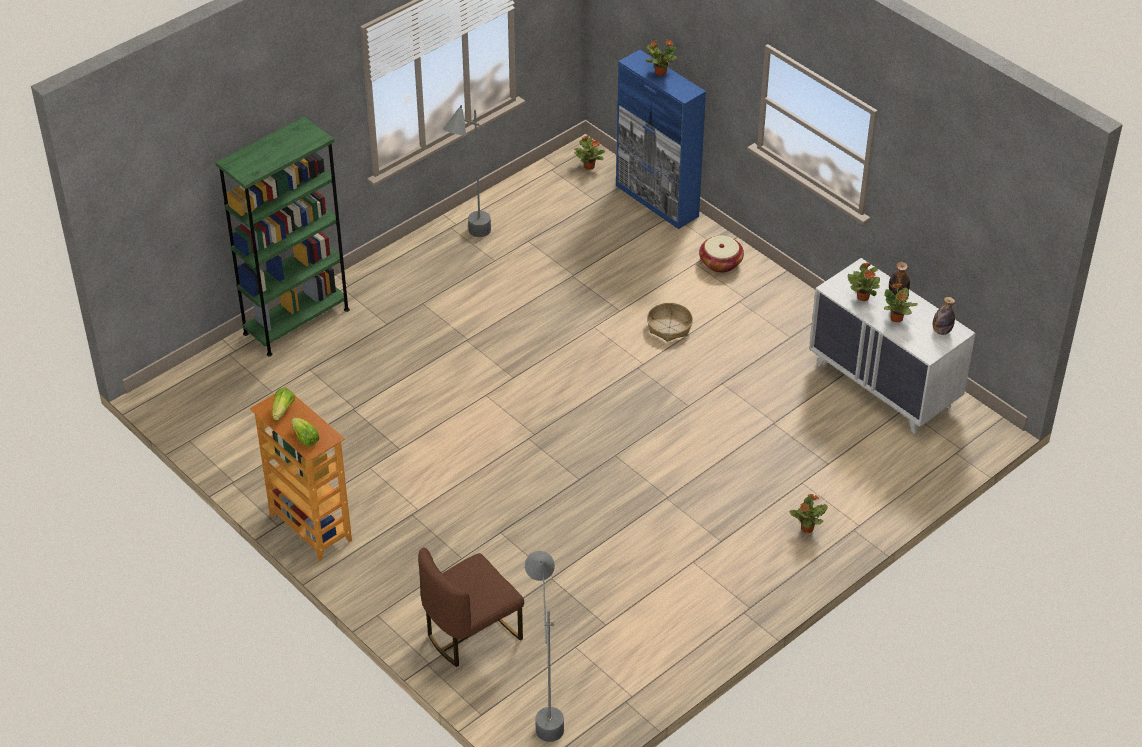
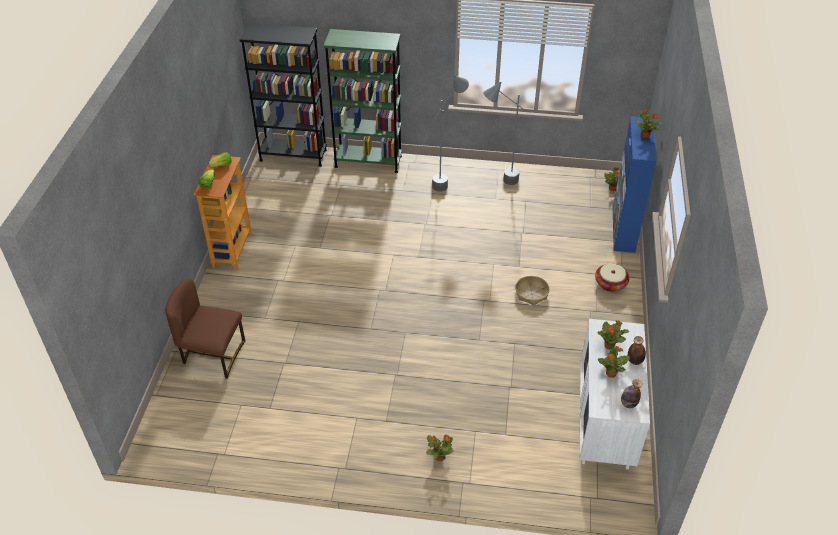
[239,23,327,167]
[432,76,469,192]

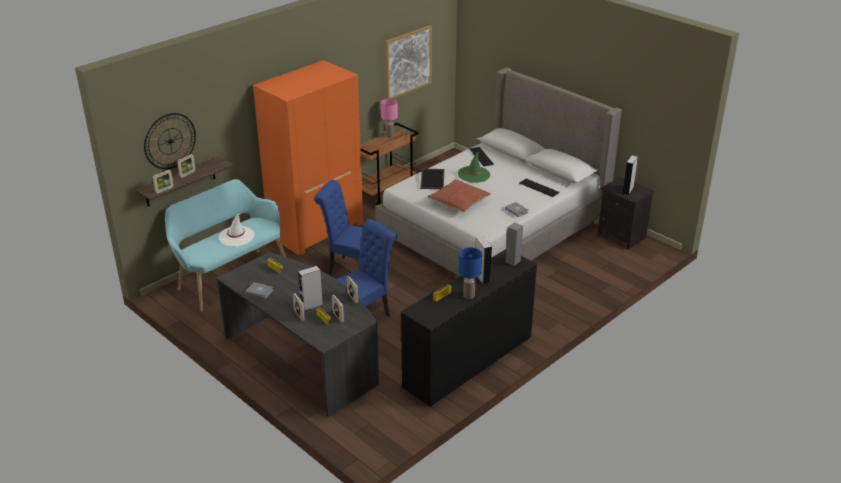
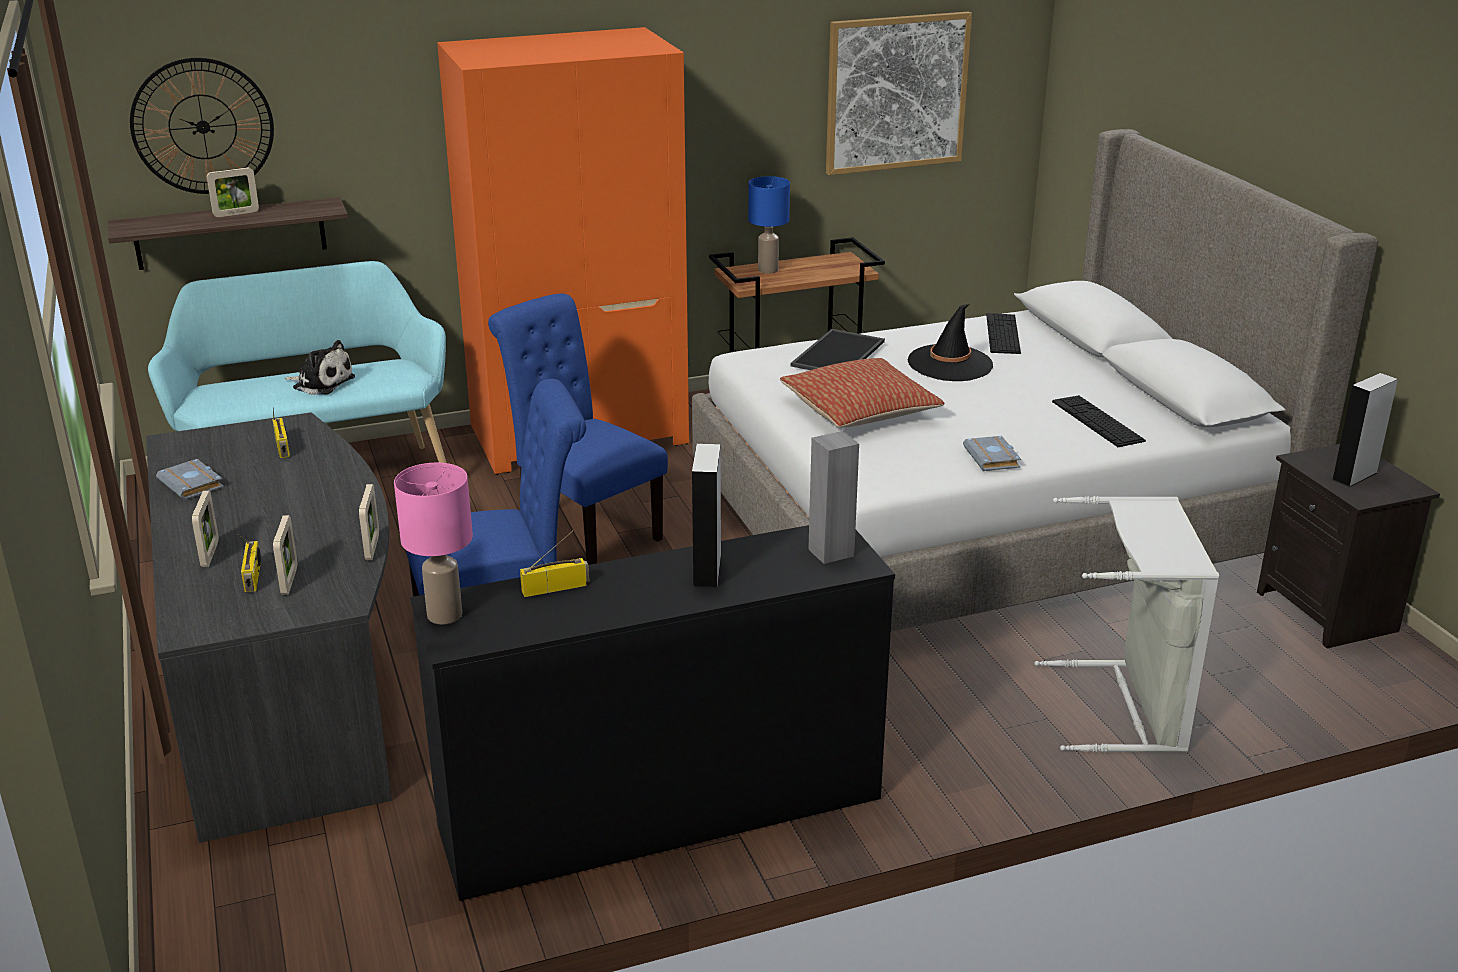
[153,170,174,194] (first image)
[298,266,323,311] (first image)
[1034,496,1219,753]
[394,463,473,624]
[748,176,790,274]
[284,340,355,395]
[908,303,993,381]

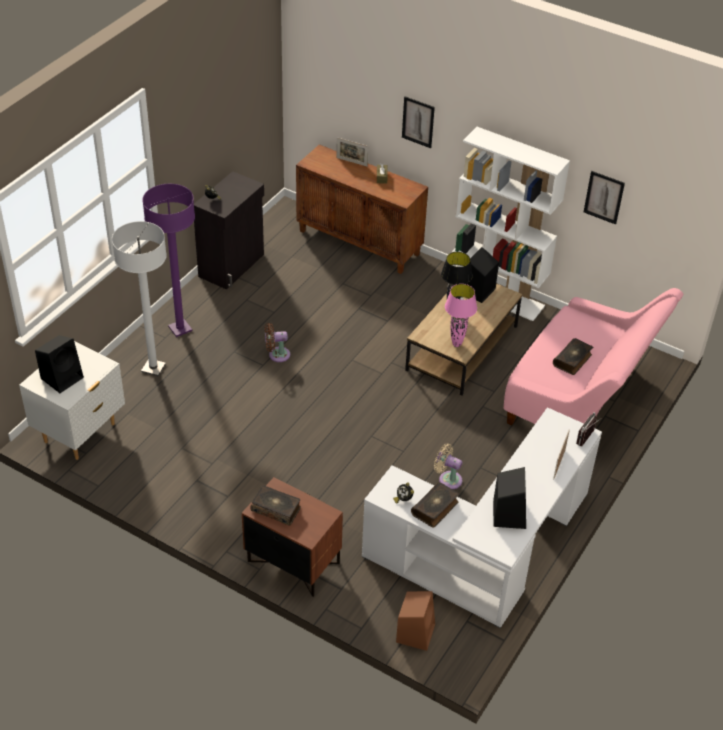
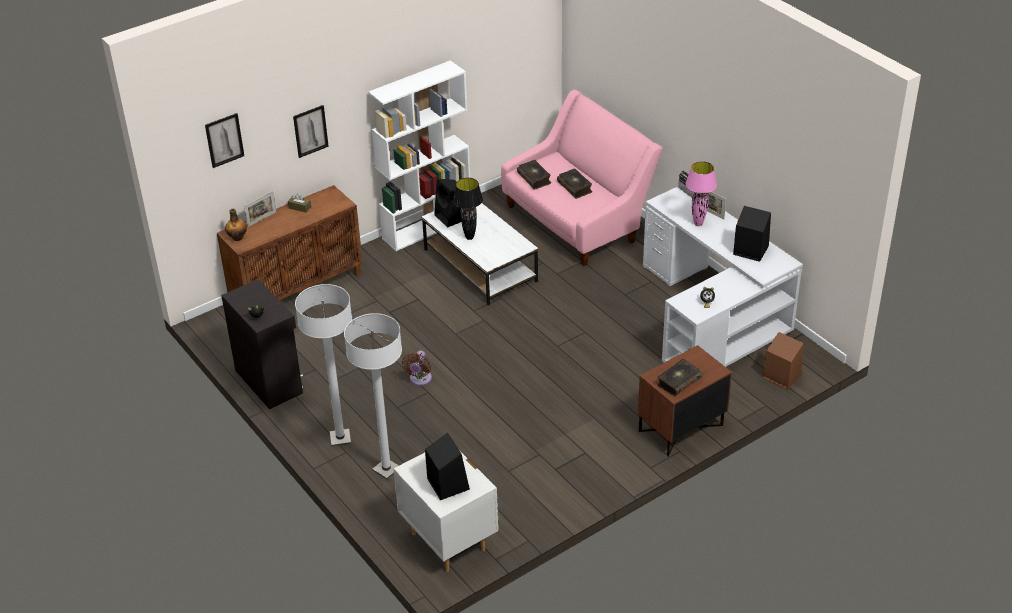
[434,444,462,489] (first image)
[225,209,247,241]
[517,160,551,190]
[686,161,717,226]
[205,113,244,168]
[295,284,352,446]
[422,203,538,305]

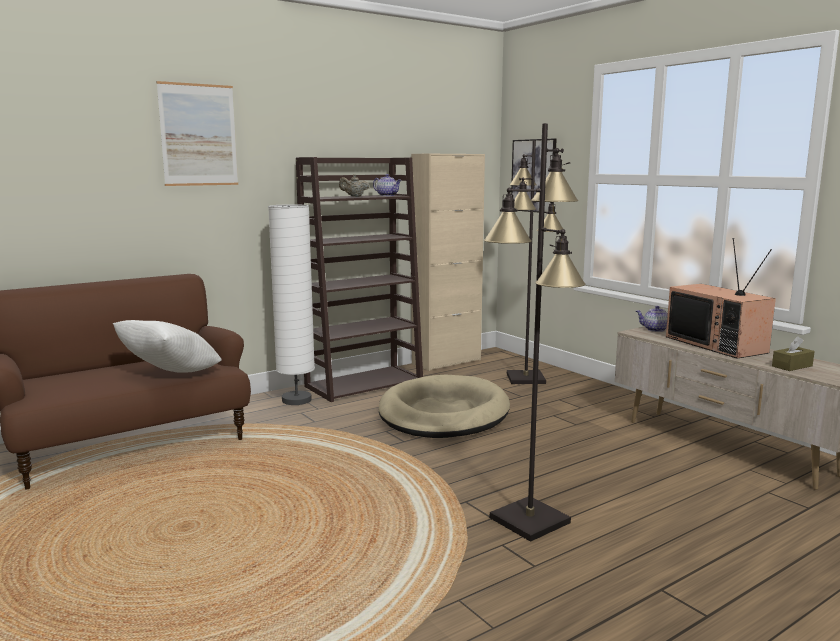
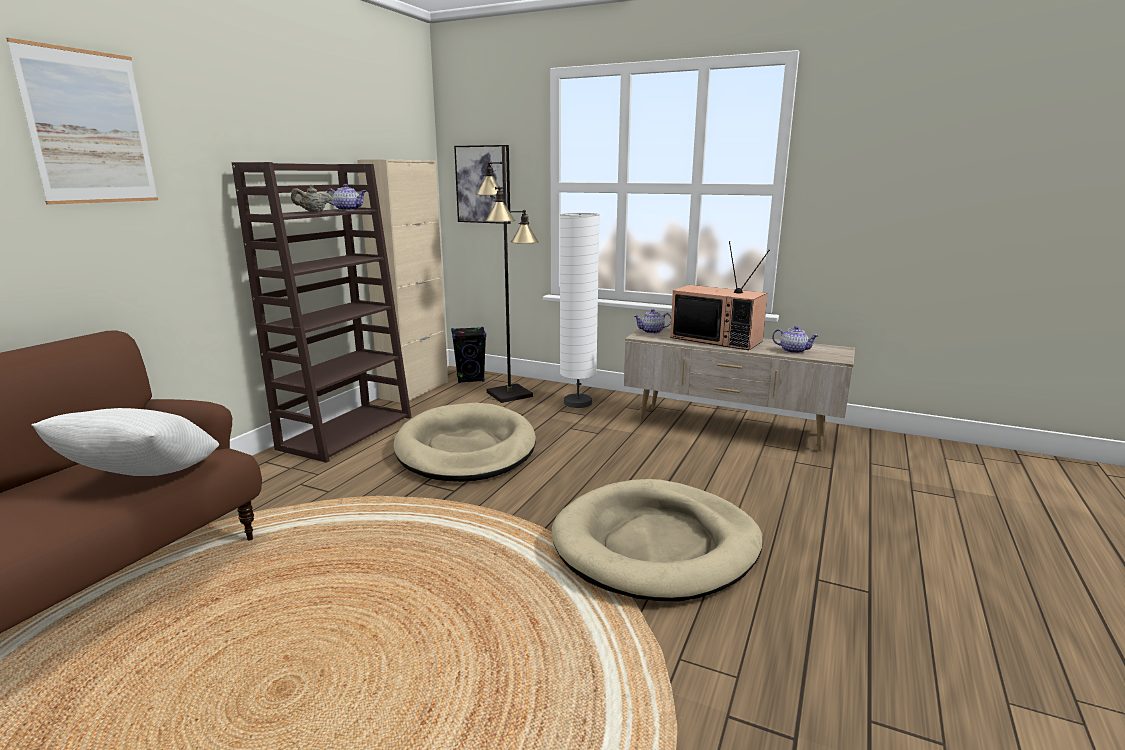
[451,327,486,383]
[560,213,600,408]
[551,479,763,602]
[772,326,819,354]

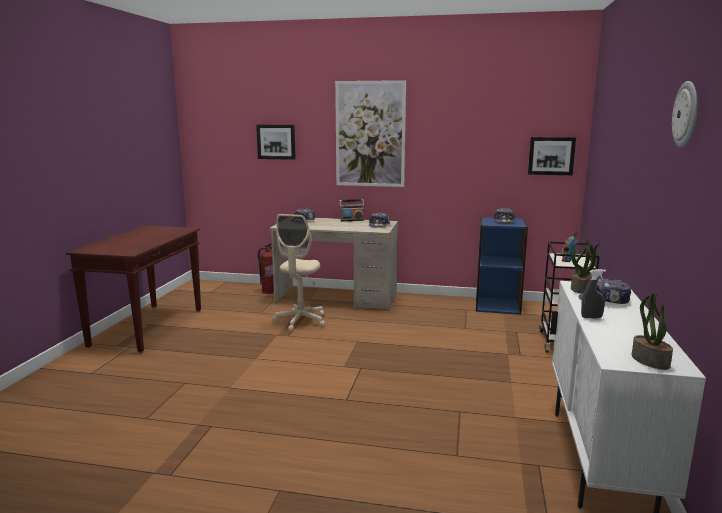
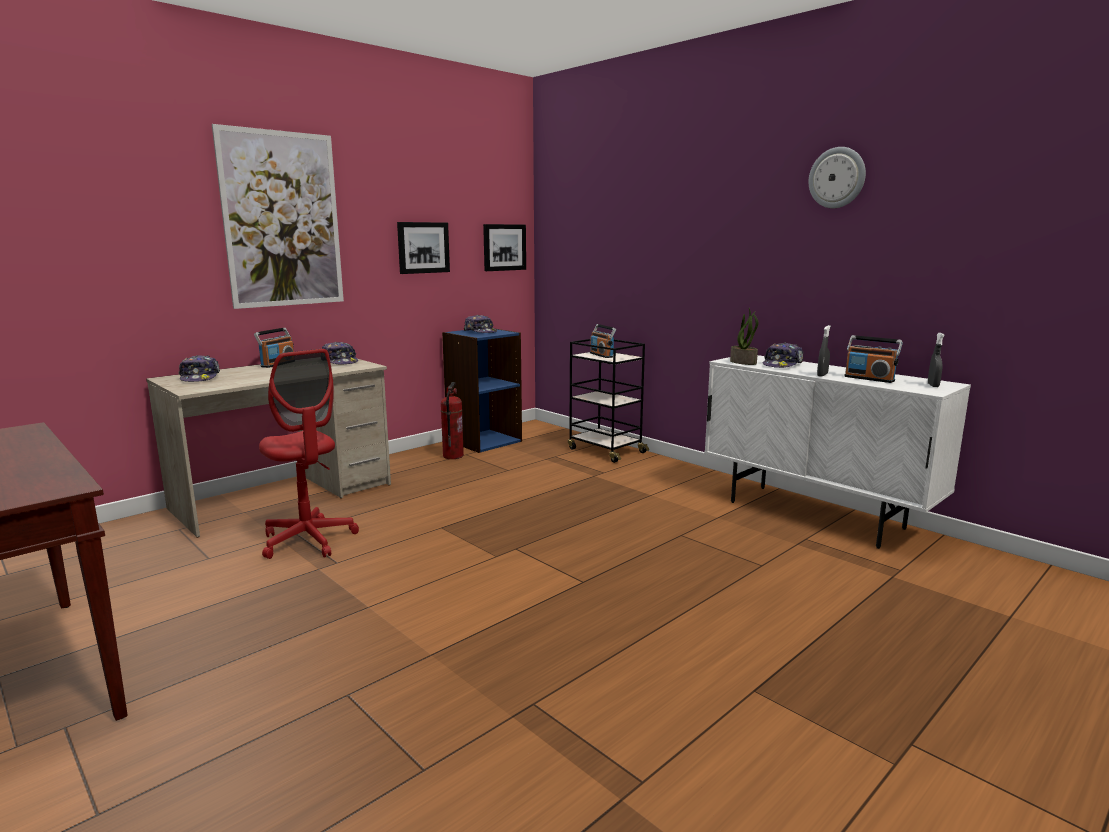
[844,335,903,383]
[397,222,450,274]
[441,382,464,459]
[928,333,945,387]
[259,349,359,559]

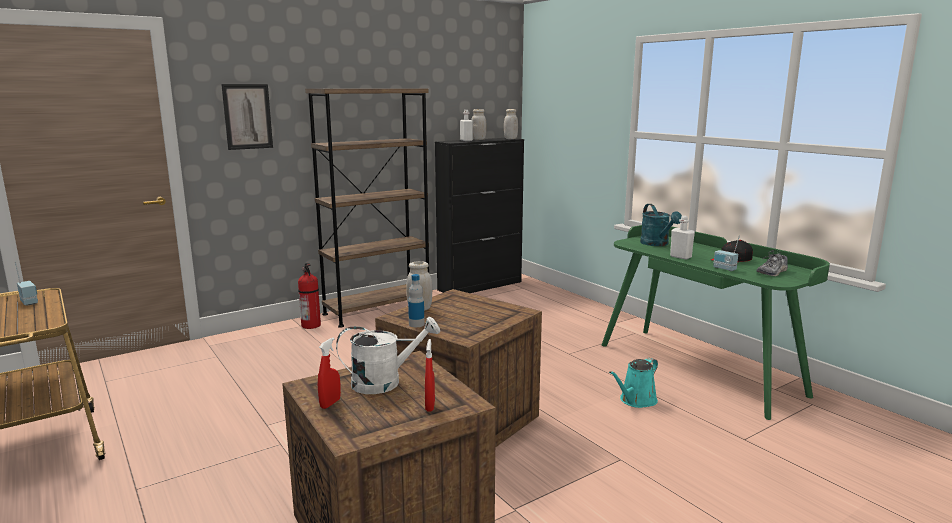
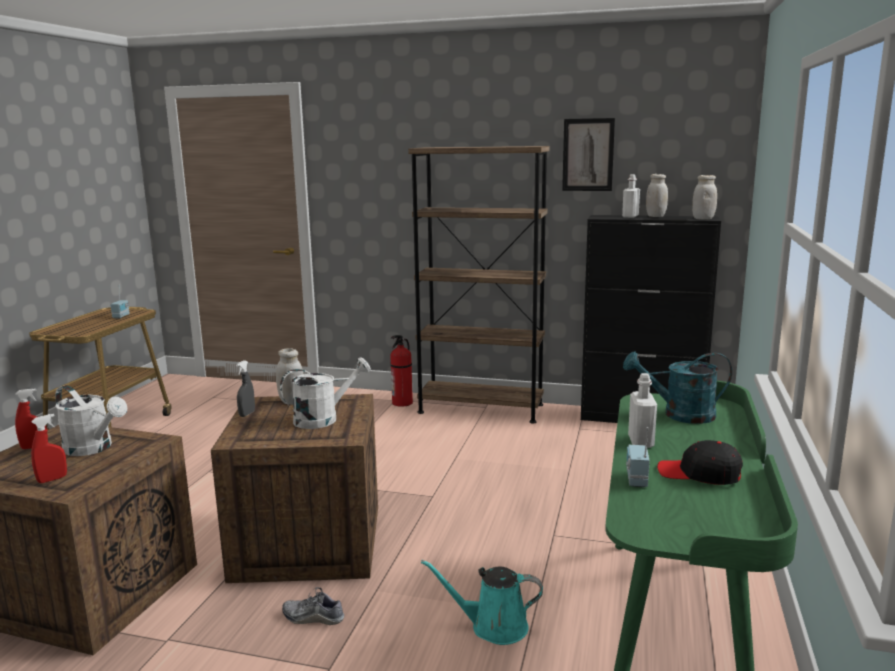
[280,357,371,429]
[562,118,615,191]
[282,587,344,625]
[236,360,255,417]
[623,351,732,424]

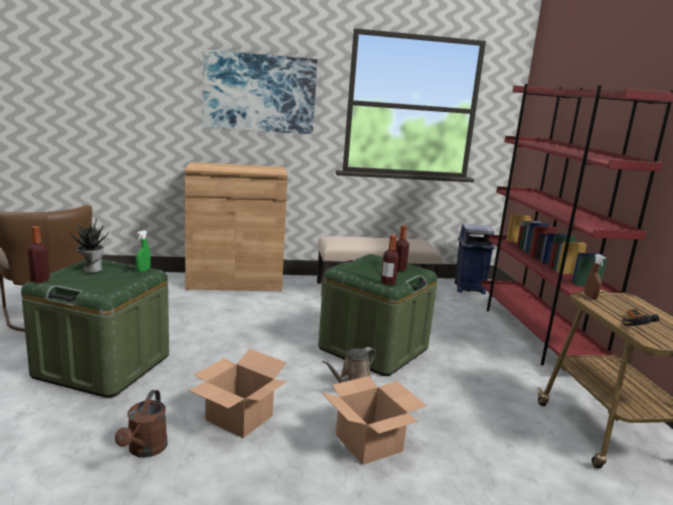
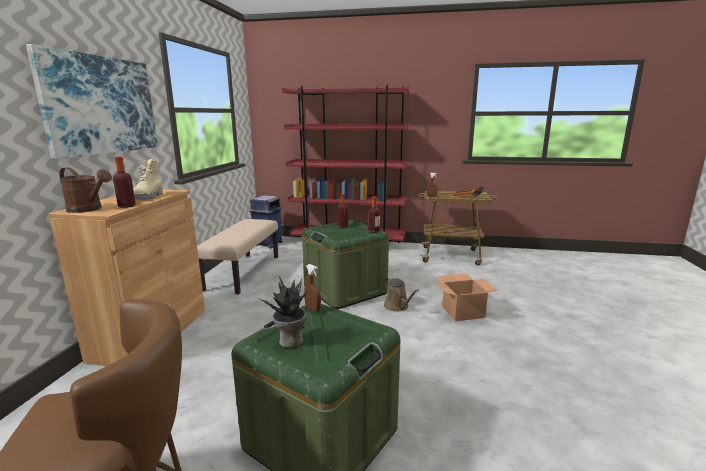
[189,348,287,438] (first image)
[133,159,163,200]
[113,157,136,208]
[60,167,112,213]
[304,264,321,312]

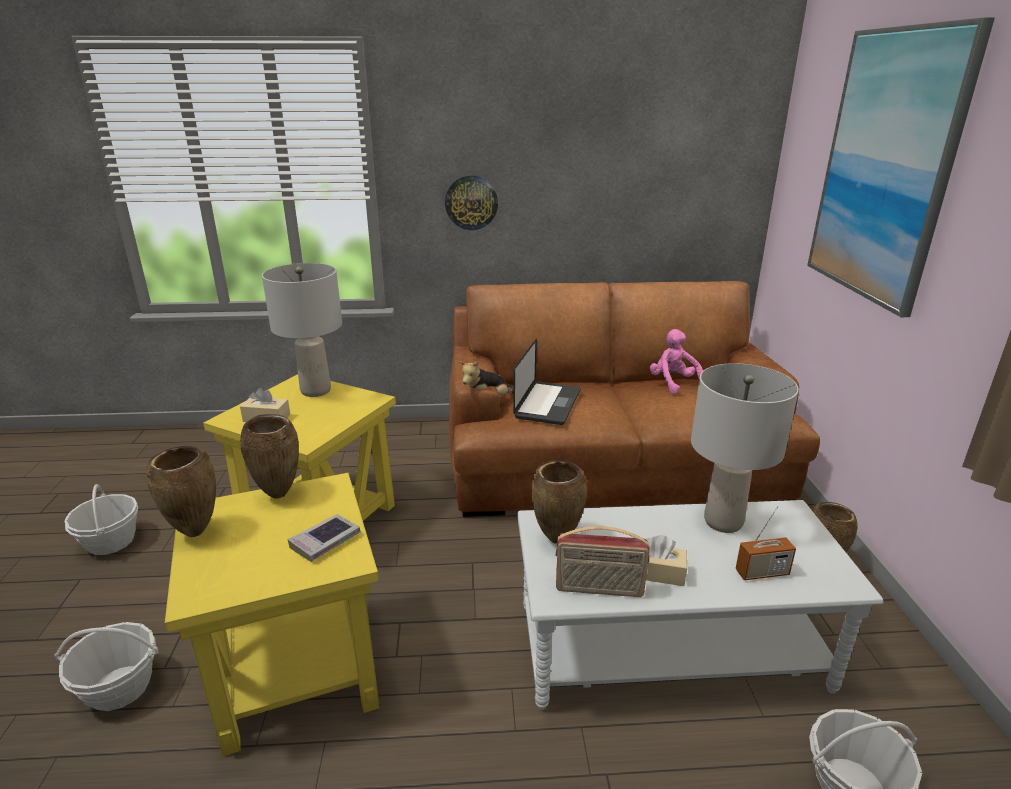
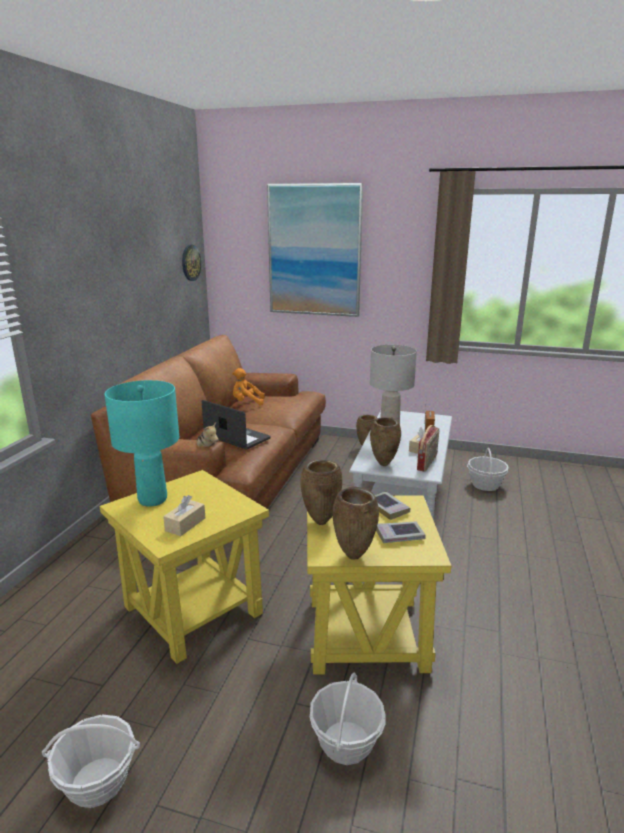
[376,522,426,543]
[182,245,201,281]
[105,380,179,507]
[232,368,265,406]

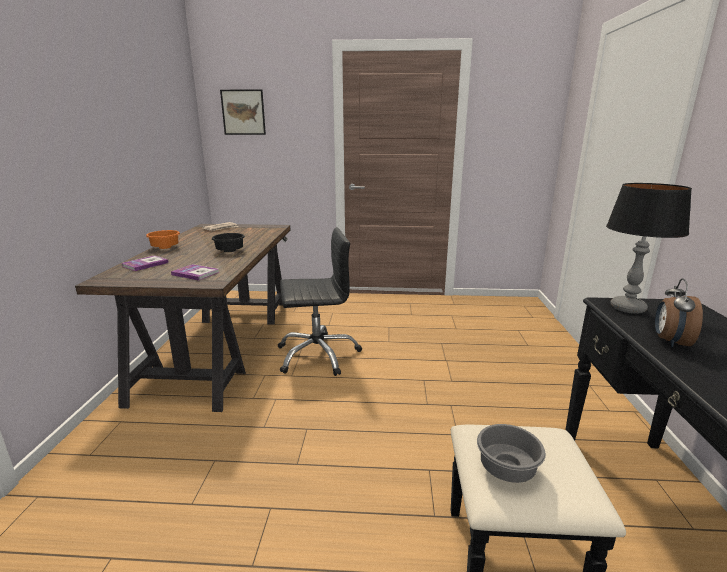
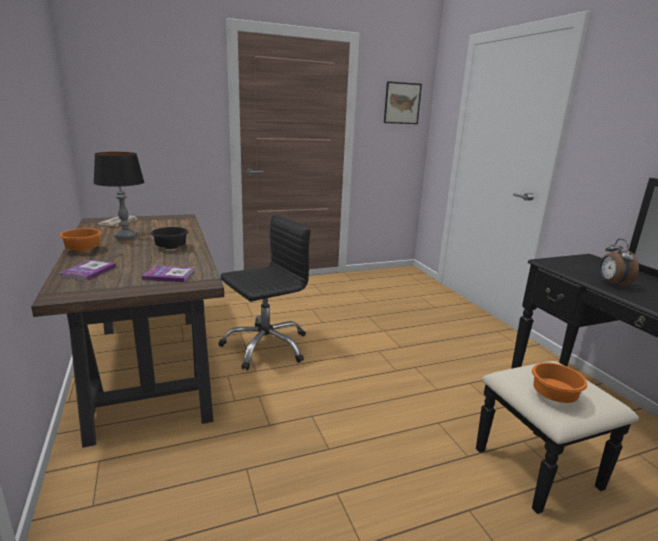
[384,81,422,124]
[93,152,145,240]
[532,362,587,403]

